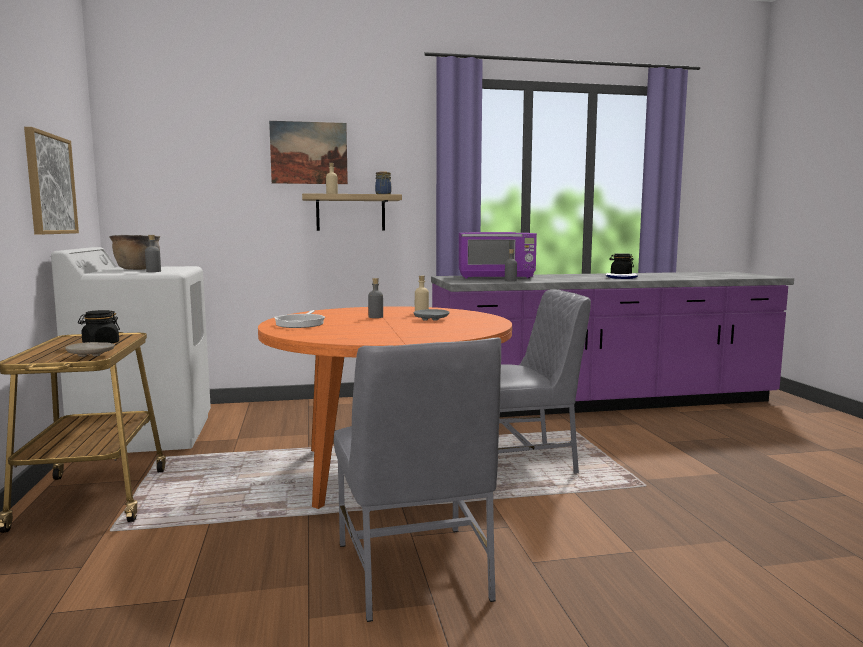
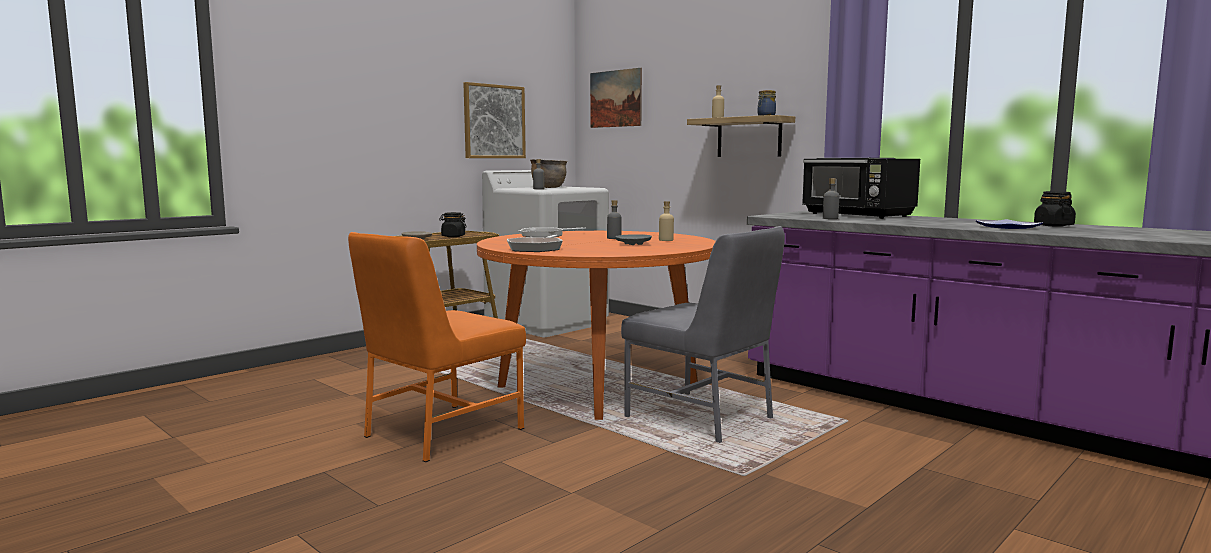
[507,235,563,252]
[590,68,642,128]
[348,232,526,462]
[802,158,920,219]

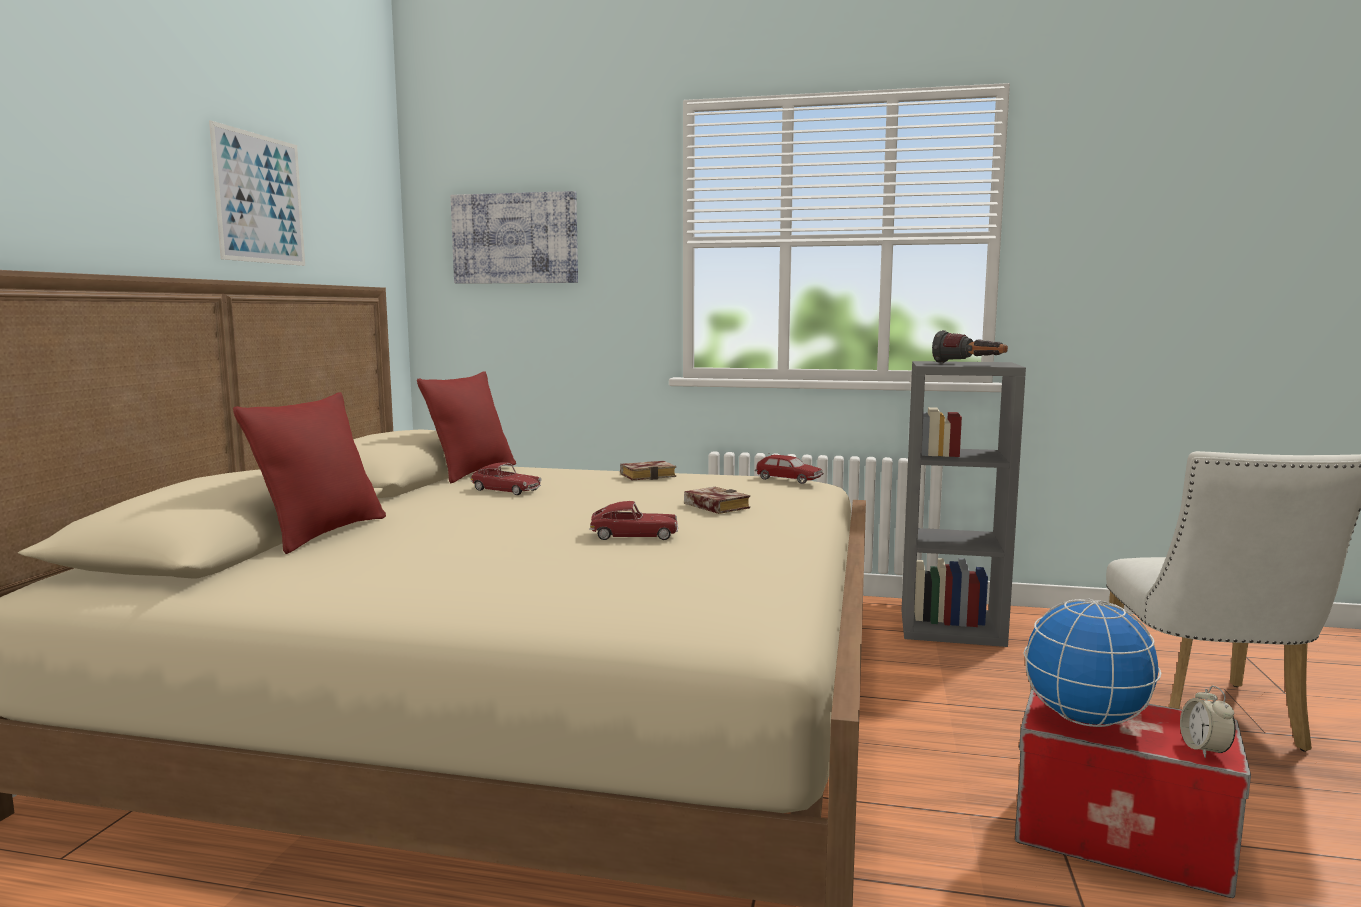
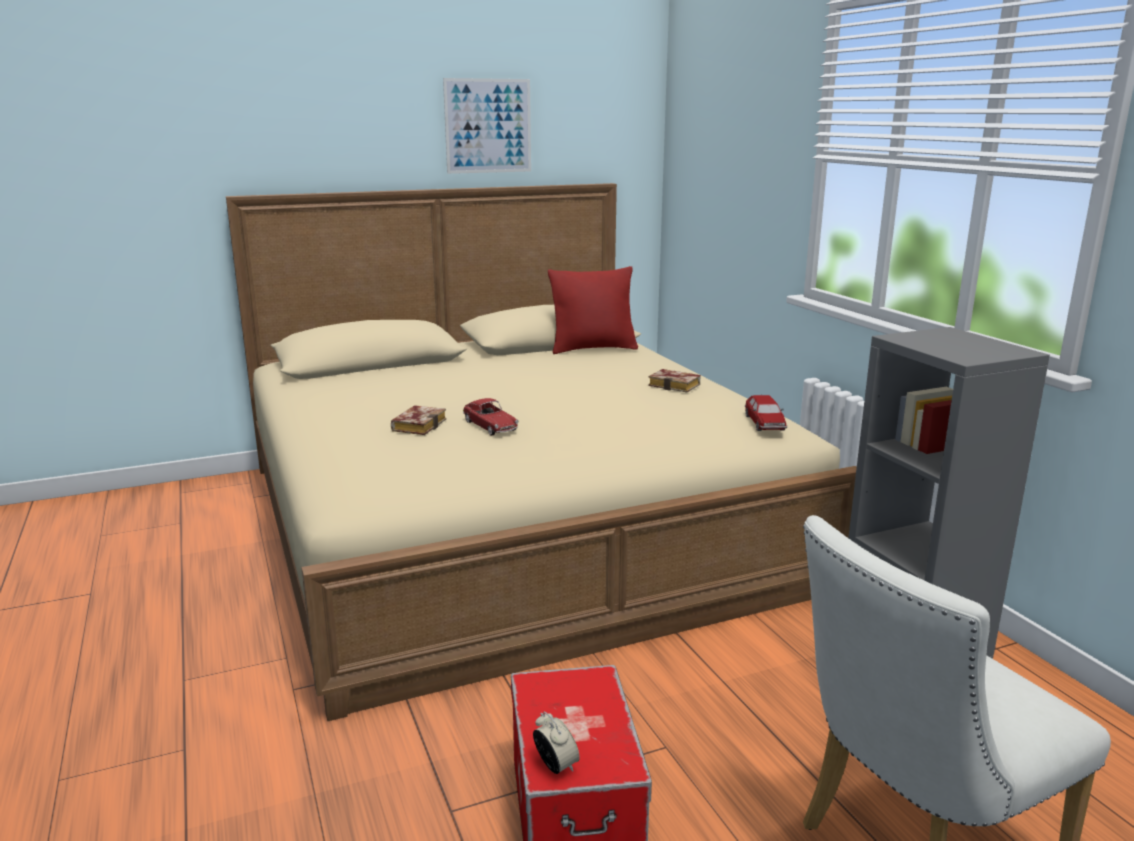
[233,392,386,554] (first image)
[451,191,578,284] (first image)
[471,462,541,495] (first image)
[932,330,1008,364] (first image)
[1024,599,1162,727] (first image)
[391,405,446,435]
[533,712,580,774]

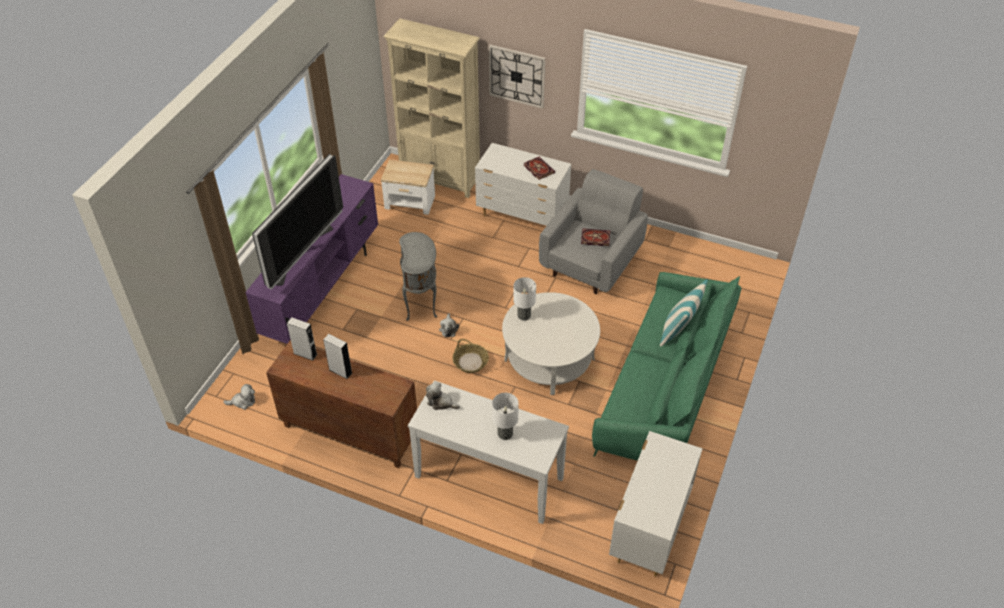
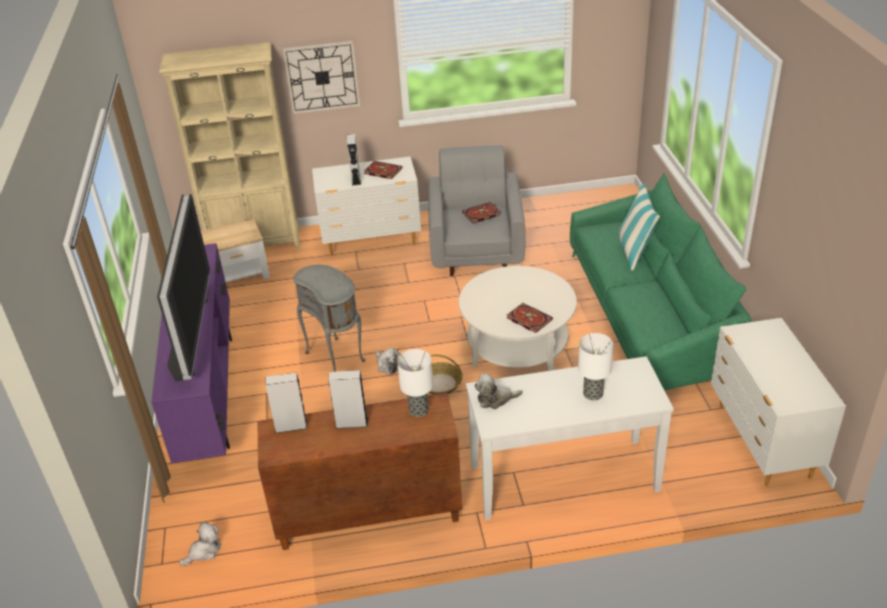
[347,134,361,186]
[507,303,553,333]
[397,349,433,417]

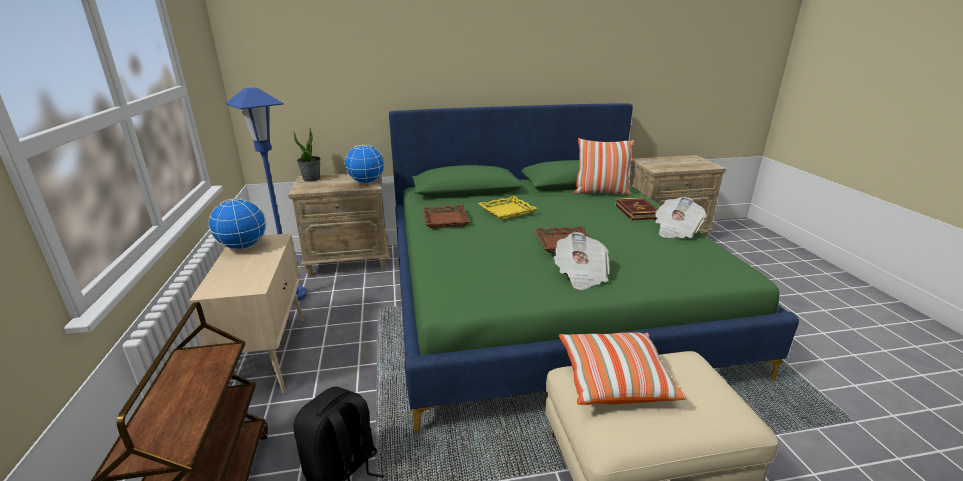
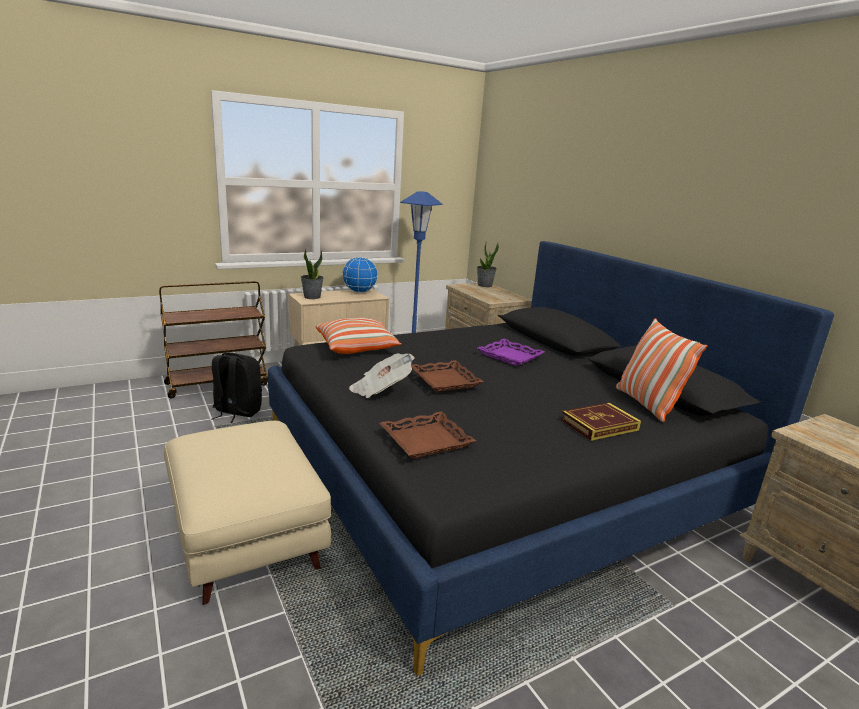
[345,145,384,183] (first image)
[655,197,706,238] (first image)
[301,249,324,299]
[379,412,476,459]
[316,318,402,354]
[268,241,834,676]
[477,339,545,366]

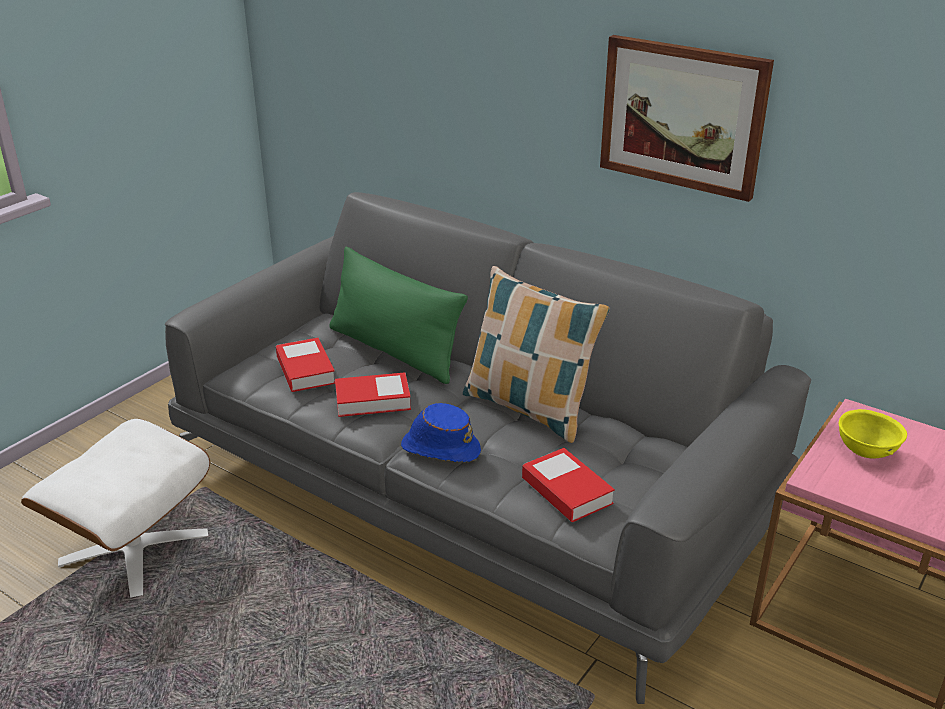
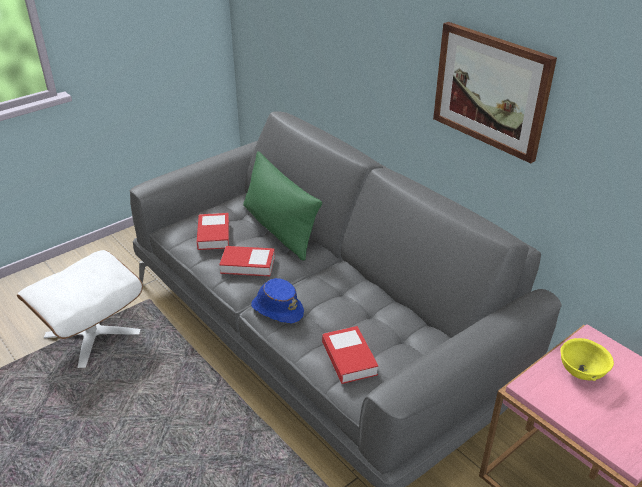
[463,266,610,443] (first image)

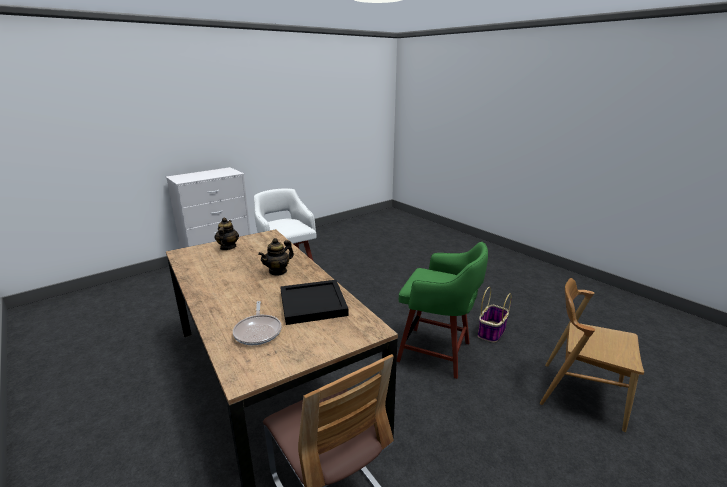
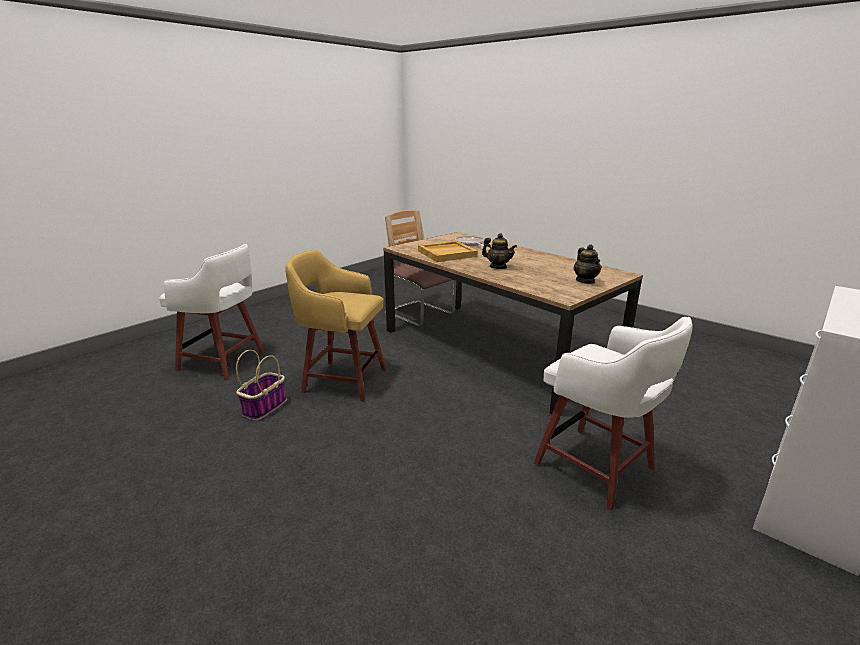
[159,244,265,380]
[418,241,478,262]
[285,250,386,402]
[482,233,517,269]

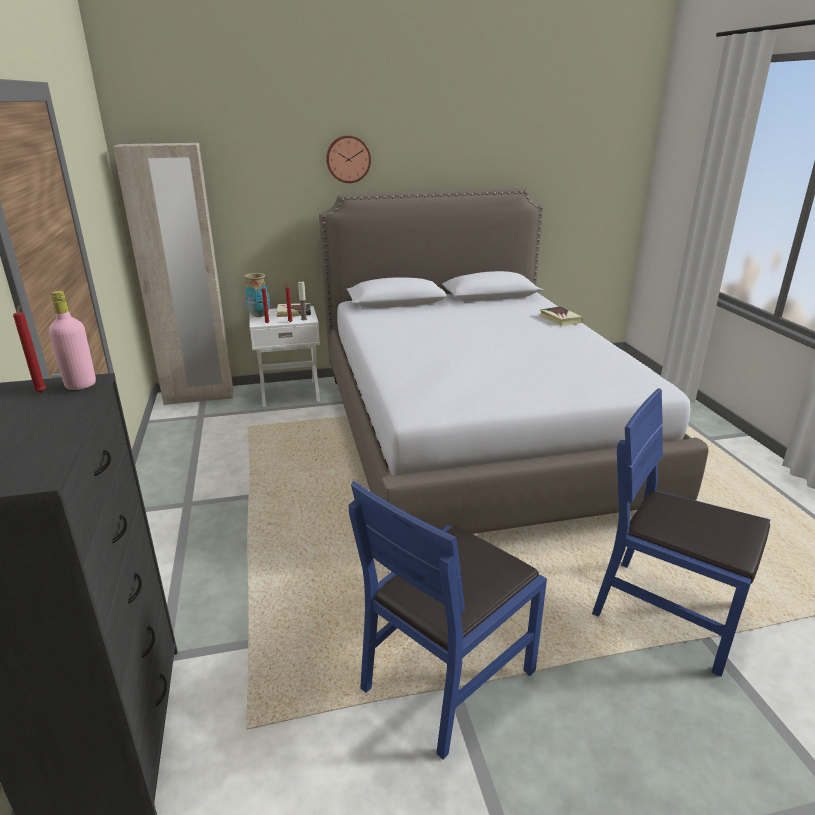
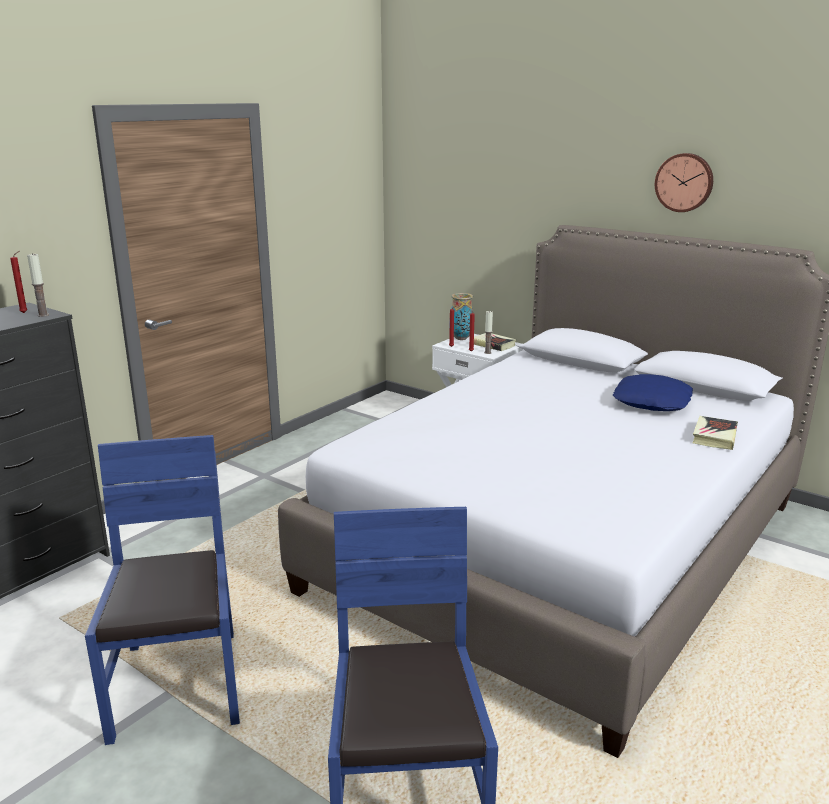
[113,143,233,405] (first image)
[613,374,693,411]
[655,153,713,212]
[27,253,49,317]
[85,435,240,745]

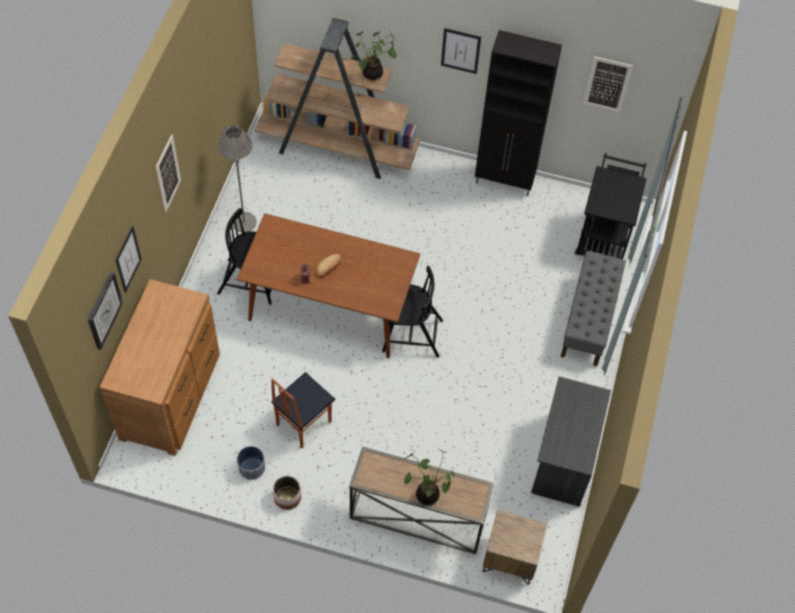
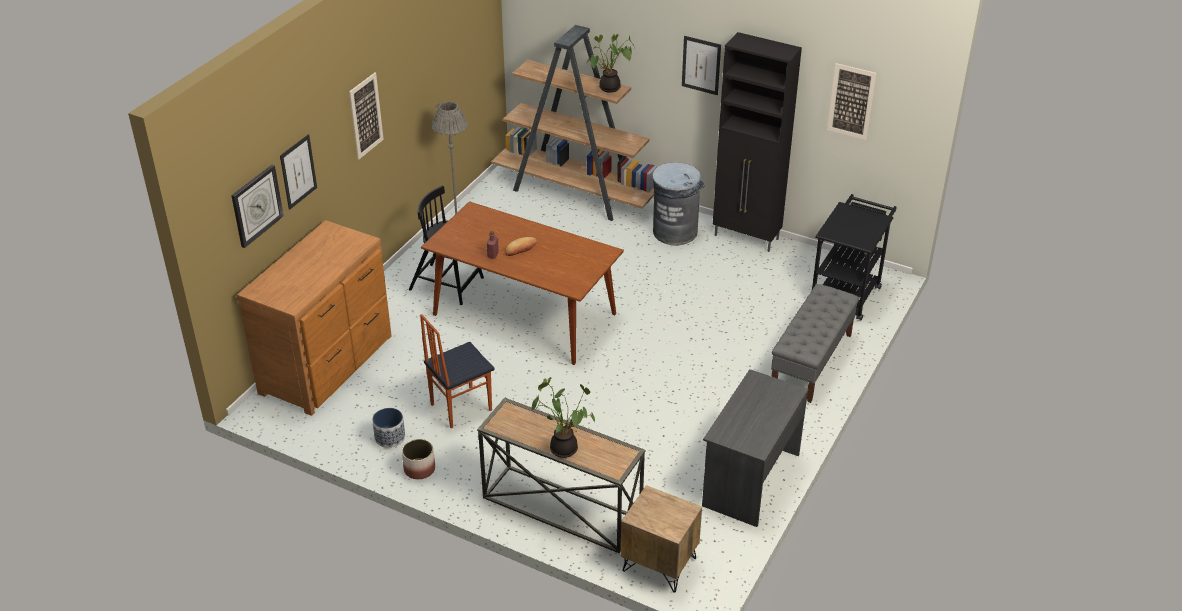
[382,266,443,357] (first image)
[652,162,705,246]

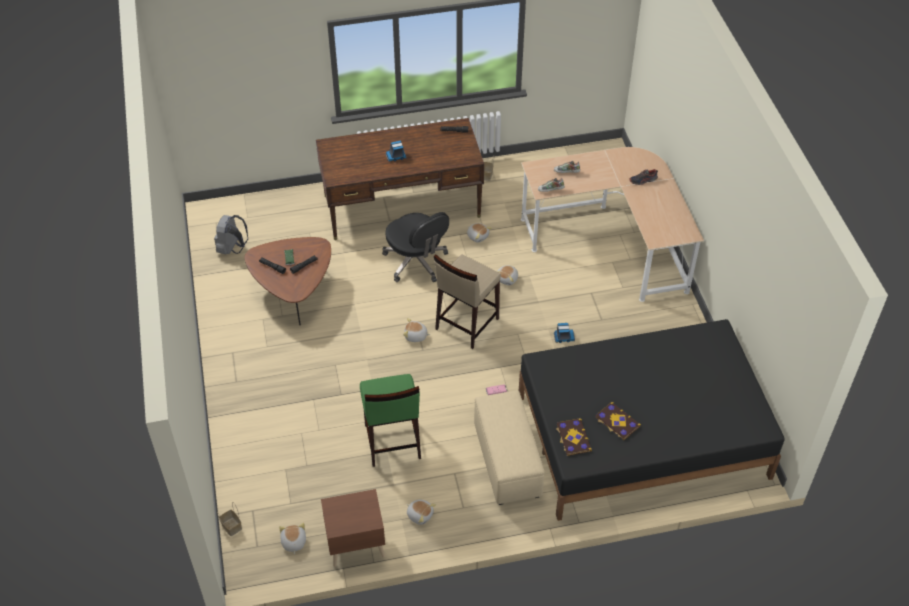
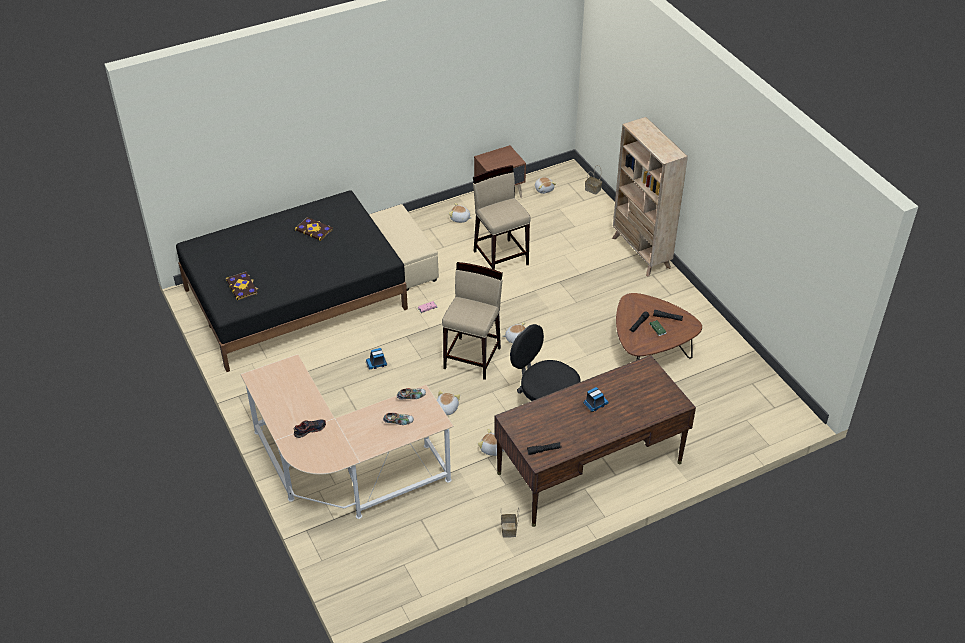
[214,215,248,254] (first image)
[612,117,688,277]
[226,272,258,300]
[473,165,531,270]

